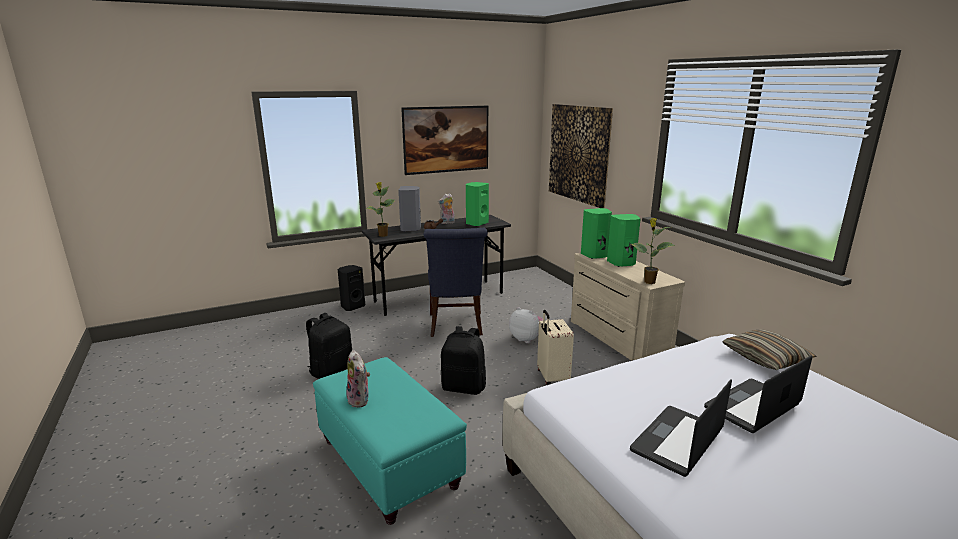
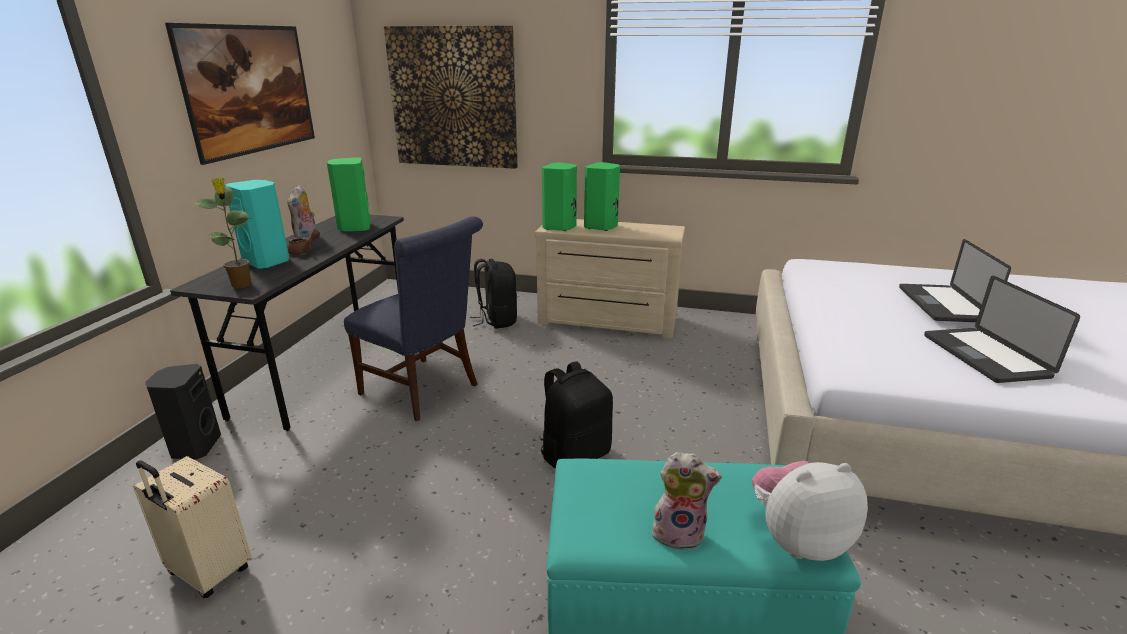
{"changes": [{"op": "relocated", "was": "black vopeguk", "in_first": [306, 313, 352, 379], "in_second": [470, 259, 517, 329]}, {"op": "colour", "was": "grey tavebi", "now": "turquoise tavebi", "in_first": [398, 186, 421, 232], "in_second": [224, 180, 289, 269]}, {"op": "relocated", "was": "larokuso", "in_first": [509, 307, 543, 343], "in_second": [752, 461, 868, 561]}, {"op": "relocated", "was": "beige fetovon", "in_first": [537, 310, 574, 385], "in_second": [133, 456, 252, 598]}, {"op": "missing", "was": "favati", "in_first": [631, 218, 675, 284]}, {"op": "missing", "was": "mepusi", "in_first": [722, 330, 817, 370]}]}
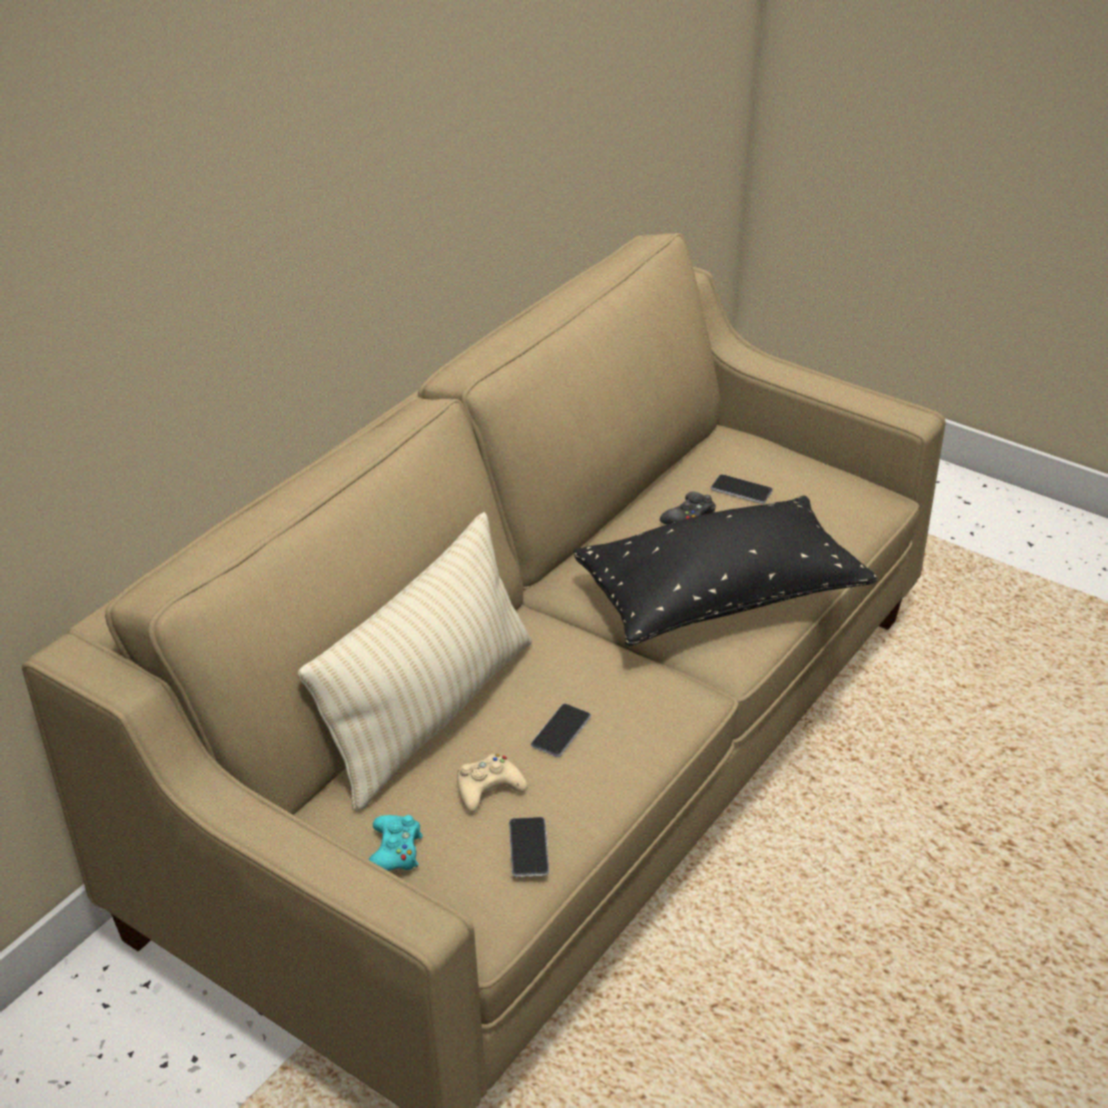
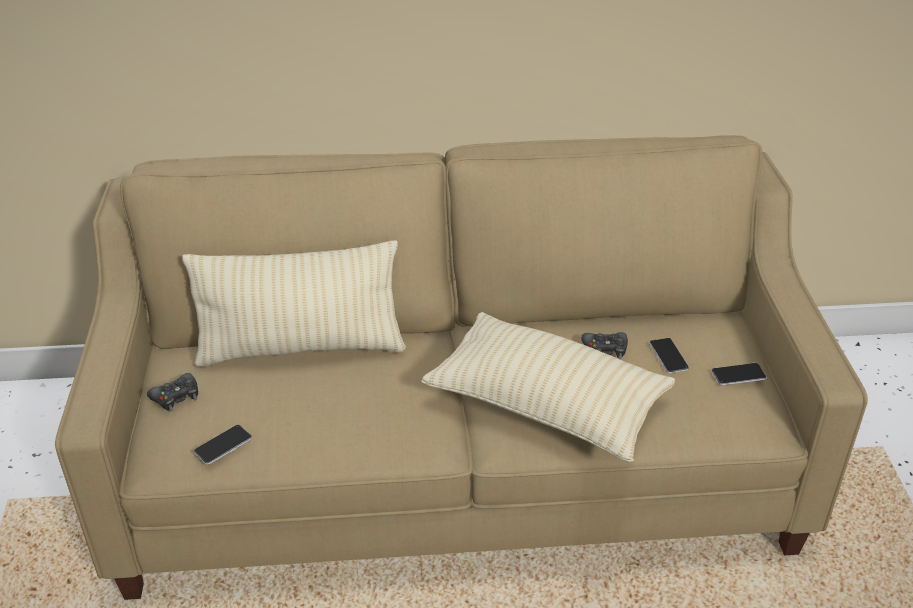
{"changes": [{"op": "colour", "was": "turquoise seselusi", "now": "black seselusi", "in_first": [368, 815, 423, 871], "in_second": [147, 373, 198, 411]}, {"op": "missing", "was": "beige seselusi", "in_first": [457, 754, 527, 812]}, {"op": "relocated", "was": "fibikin", "in_first": [531, 704, 591, 757], "in_second": [711, 363, 767, 386]}, {"op": "colour", "was": "black mepusi", "now": "beige mepusi", "in_first": [573, 495, 877, 646], "in_second": [421, 312, 676, 463]}]}
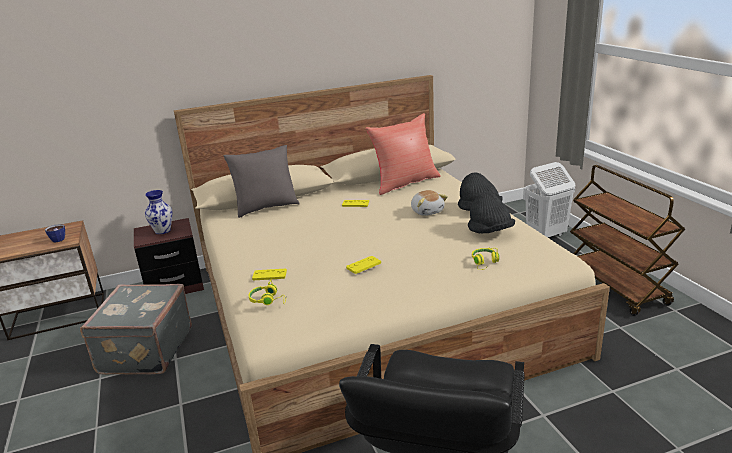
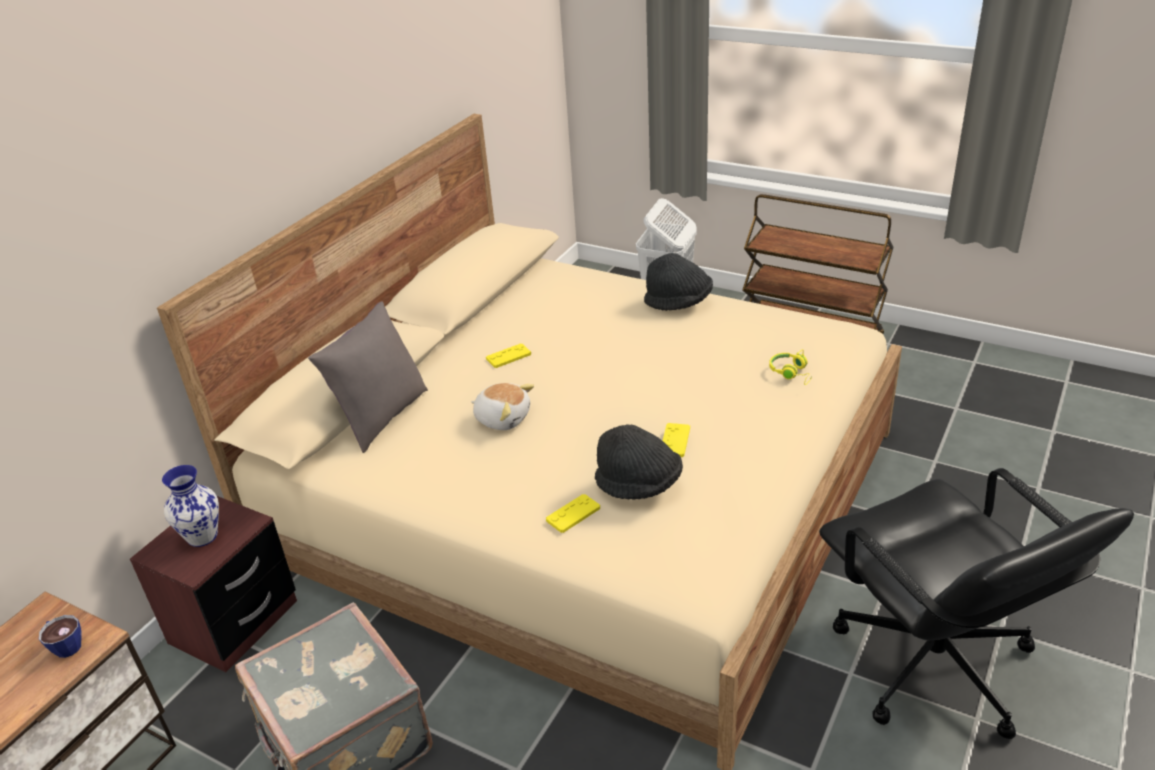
{"changes": [{"op": "missing", "was": "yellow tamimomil", "in_first": [248, 280, 286, 305]}, {"op": "missing", "was": "red mepusi", "in_first": [366, 113, 441, 195]}, {"op": "relocated", "was": "larokuso", "in_first": [411, 190, 448, 216], "in_second": [471, 383, 534, 430]}, {"op": "relocated", "was": "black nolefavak", "in_first": [468, 192, 515, 234], "in_second": [595, 424, 683, 500]}]}
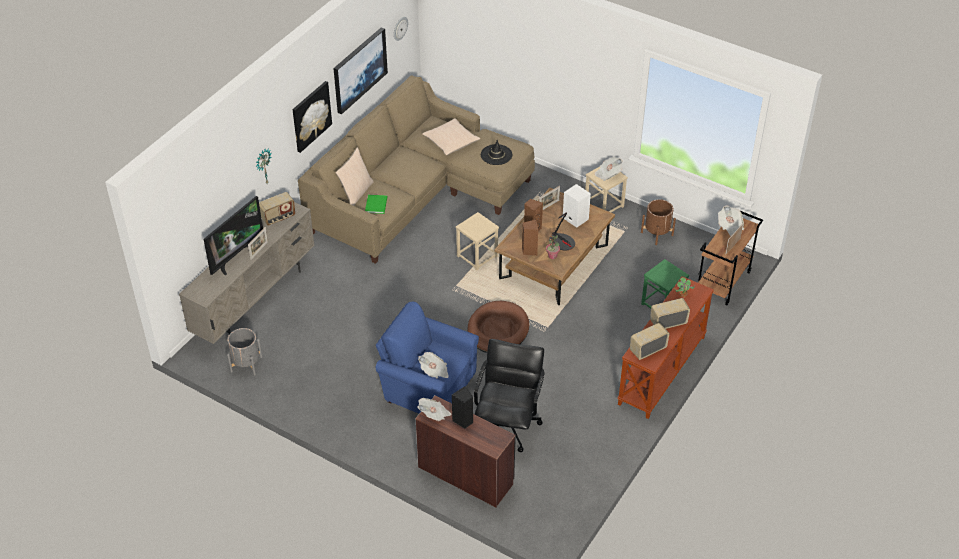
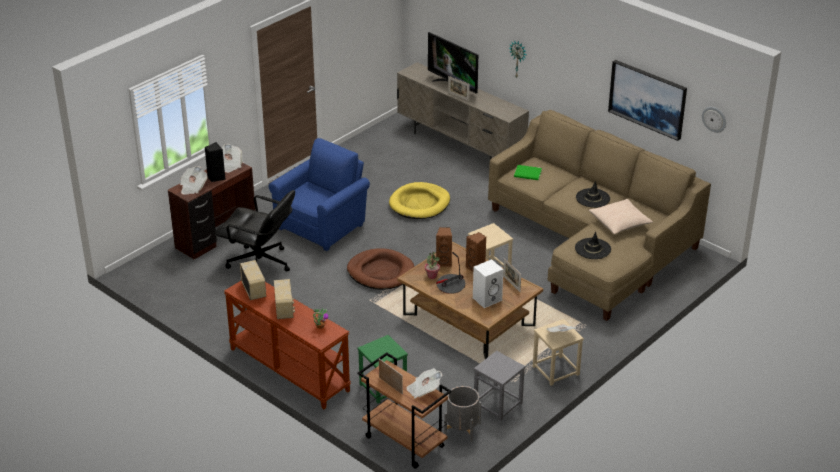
{"changes": [{"op": "relocated", "was": "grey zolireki", "in_first": [227, 328, 262, 376], "in_second": [444, 386, 481, 442]}, {"op": "missing", "was": "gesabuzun", "in_first": [259, 192, 295, 226]}, {"op": "missing", "was": "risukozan", "in_first": [292, 81, 332, 153]}, {"op": "missing", "was": "beige mepusi", "in_first": [336, 147, 374, 206]}, {"op": "relocated", "was": "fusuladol", "in_first": [418, 352, 448, 379], "in_second": [180, 166, 207, 195]}, {"op": "exchanged", "was": "brown zolireki", "now": "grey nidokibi", "in_first": [641, 199, 676, 245], "in_second": [474, 351, 525, 421]}, {"op": "appeared", "now": "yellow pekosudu", "in_second": [389, 182, 450, 219]}, {"op": "appeared", "now": "black nolefavak", "in_second": [576, 181, 610, 208]}]}
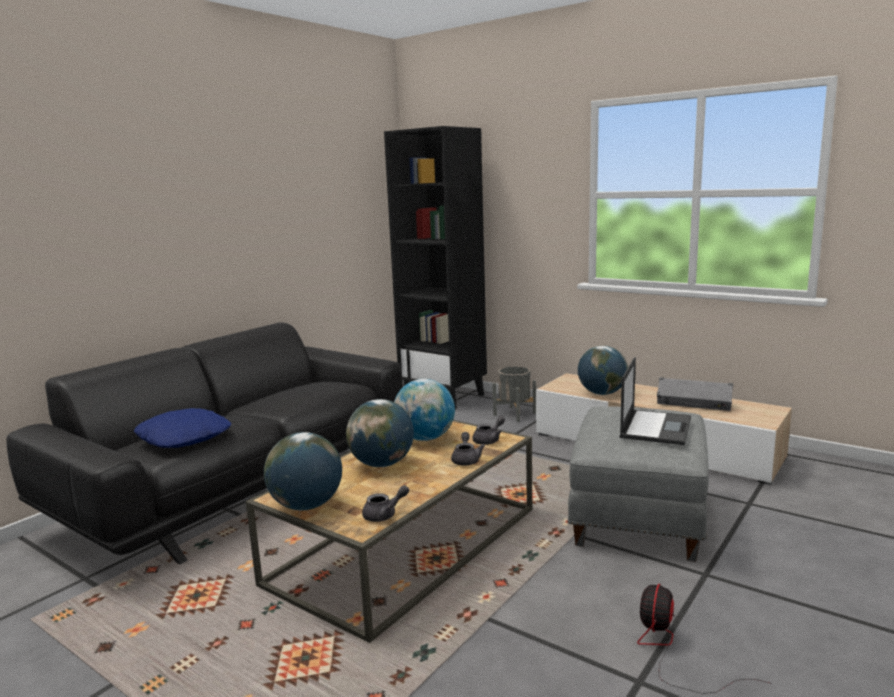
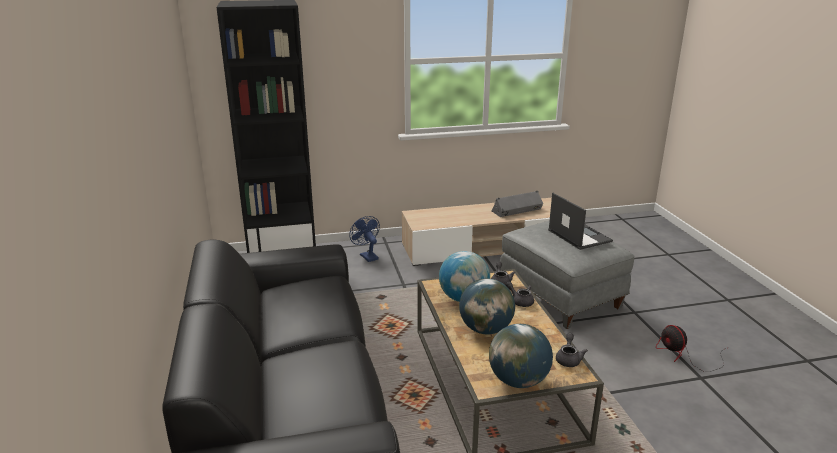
{"changes": [{"op": "missing", "was": "blue mepusi", "in_first": [134, 408, 231, 448]}, {"op": "exchanged", "was": "grey zolireki", "now": "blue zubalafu", "in_first": [493, 366, 536, 422], "in_second": [349, 216, 380, 262]}, {"op": "missing", "was": "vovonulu", "in_first": [578, 346, 628, 395]}]}
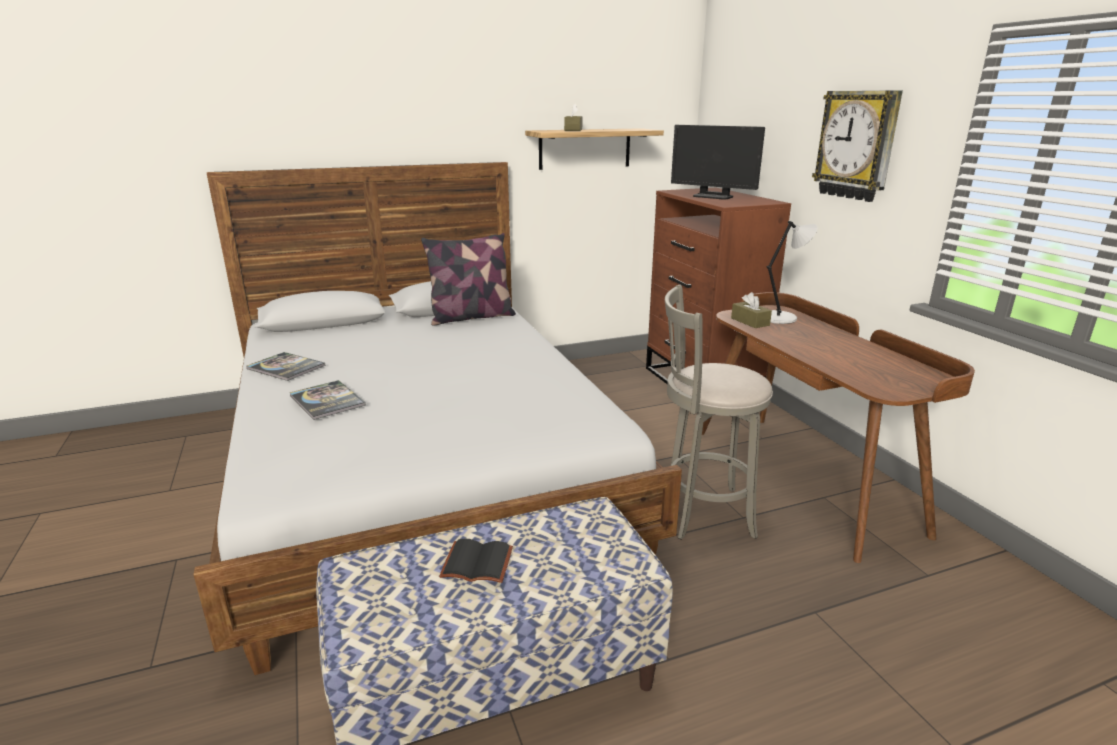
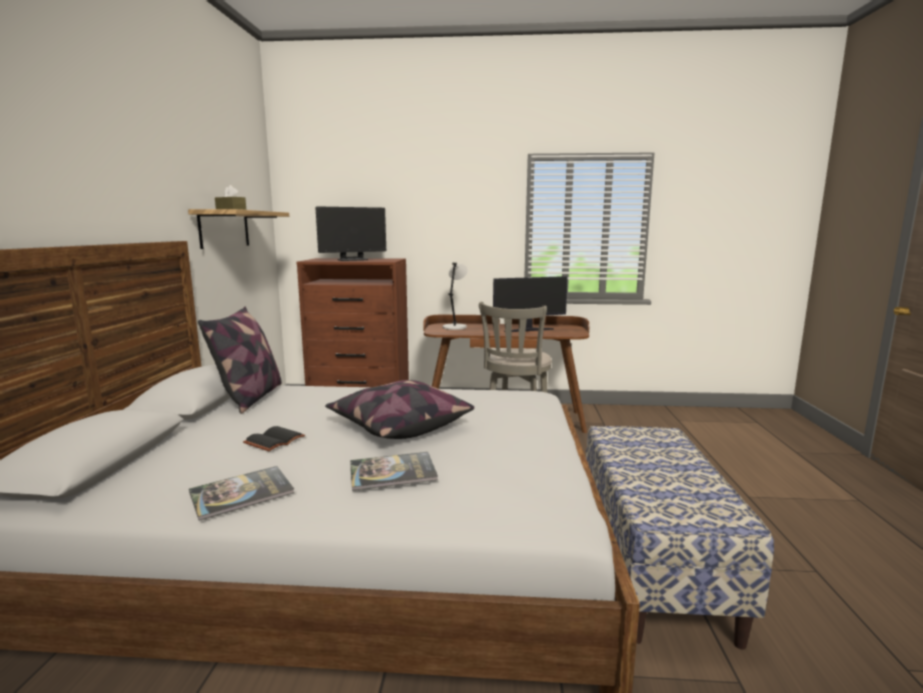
{"changes": [{"op": "relocated", "was": "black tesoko", "in_first": [439, 539, 513, 583], "in_second": [243, 426, 305, 451]}, {"op": "missing", "was": "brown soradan", "in_first": [731, 292, 772, 328]}, {"op": "missing", "was": "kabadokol", "in_first": [812, 90, 903, 202]}, {"op": "appeared", "now": "mepusi", "in_second": [325, 380, 474, 439]}, {"op": "appeared", "now": "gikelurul", "in_second": [493, 276, 567, 332]}]}
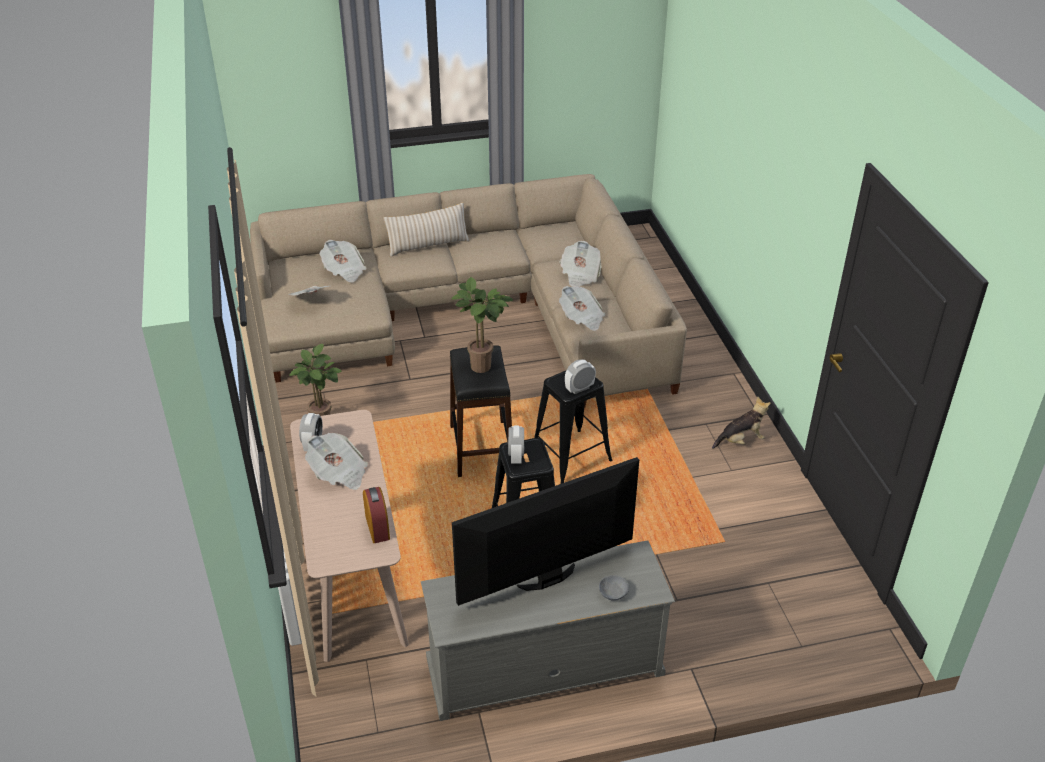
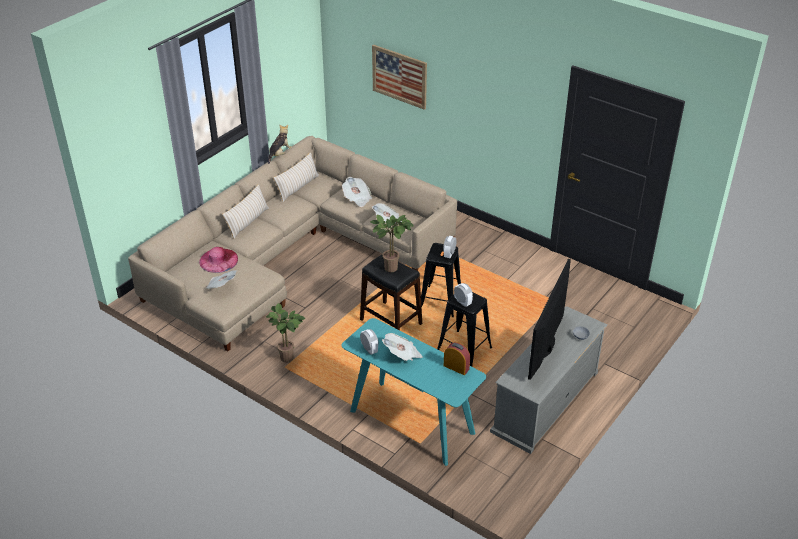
{"changes": [{"op": "colour", "was": "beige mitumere", "now": "turquoise mitumere", "in_first": [290, 410, 409, 662], "in_second": [341, 318, 486, 466]}, {"op": "exchanged", "was": "fusuladol", "now": "pink nolefavak", "in_first": [320, 240, 367, 283], "in_second": [199, 247, 238, 273]}, {"op": "relocated", "was": "larokuso", "in_first": [712, 396, 771, 449], "in_second": [268, 124, 292, 164]}, {"op": "appeared", "now": "beige mepusi", "in_second": [273, 152, 319, 202]}, {"op": "appeared", "now": "risukozan", "in_second": [372, 44, 427, 110]}]}
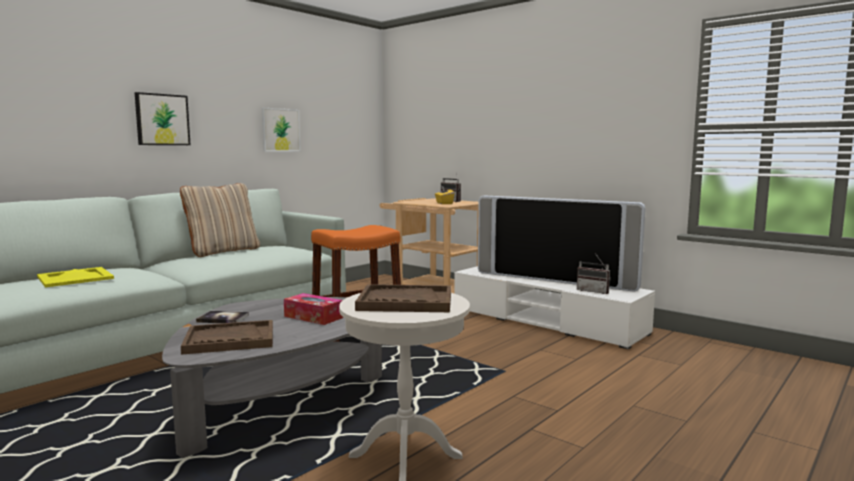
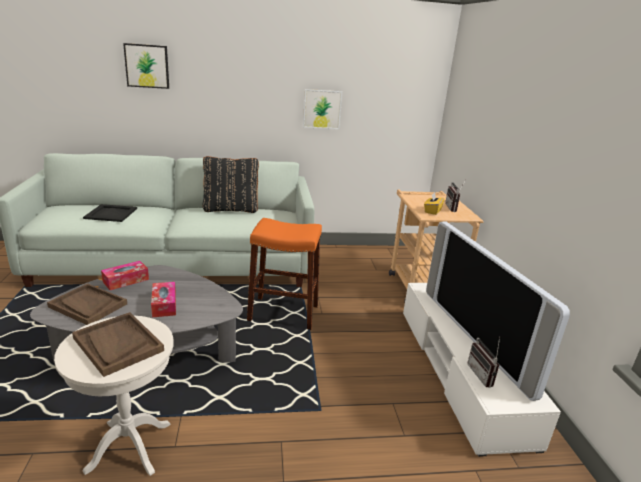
{"changes": [{"op": "colour", "was": "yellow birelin", "now": "black birelin", "in_first": [37, 267, 114, 287], "in_second": [83, 204, 137, 222]}, {"op": "relocated", "was": "risukozan", "in_first": [135, 92, 191, 145], "in_second": [123, 43, 169, 89]}, {"op": "colour", "was": "beige mepusi", "now": "black mepusi", "in_first": [180, 183, 260, 257], "in_second": [202, 156, 259, 213]}, {"op": "exchanged", "was": "tesoko", "now": "soradan", "in_first": [196, 311, 249, 323], "in_second": [101, 261, 149, 290]}]}
